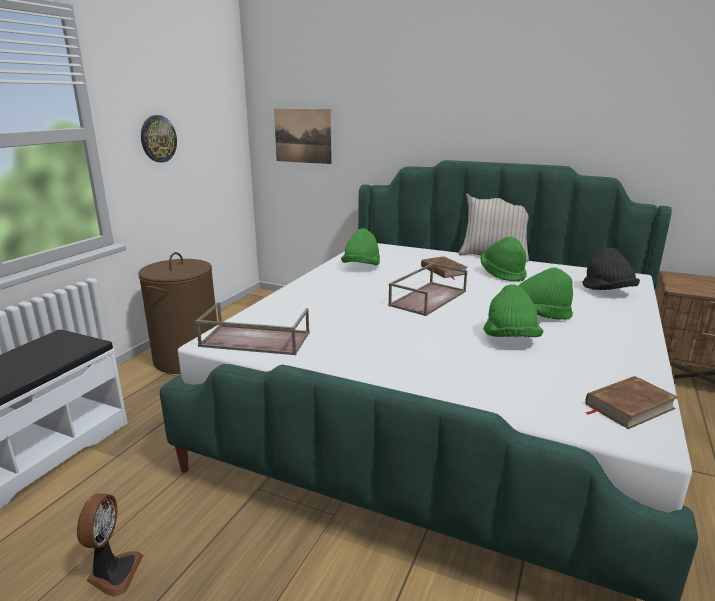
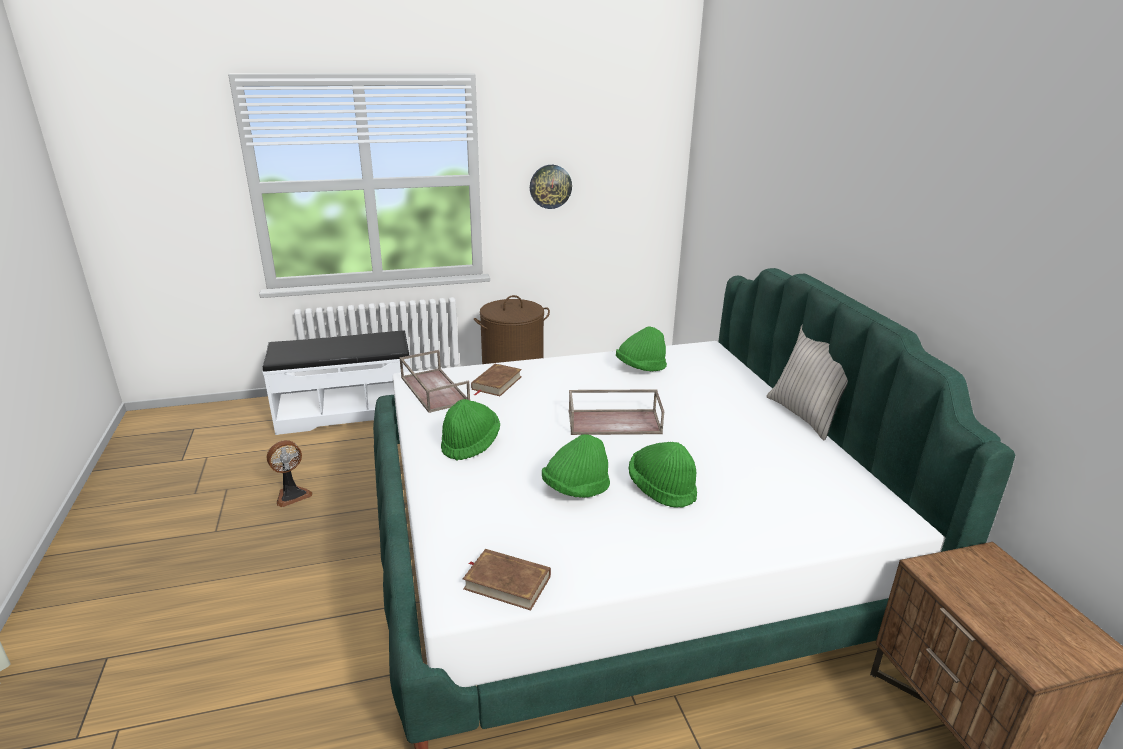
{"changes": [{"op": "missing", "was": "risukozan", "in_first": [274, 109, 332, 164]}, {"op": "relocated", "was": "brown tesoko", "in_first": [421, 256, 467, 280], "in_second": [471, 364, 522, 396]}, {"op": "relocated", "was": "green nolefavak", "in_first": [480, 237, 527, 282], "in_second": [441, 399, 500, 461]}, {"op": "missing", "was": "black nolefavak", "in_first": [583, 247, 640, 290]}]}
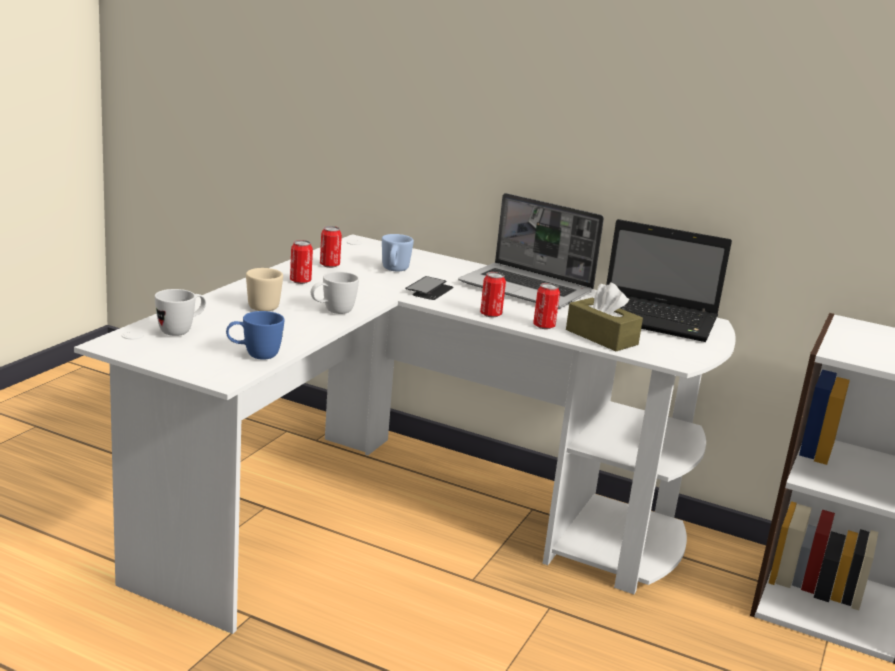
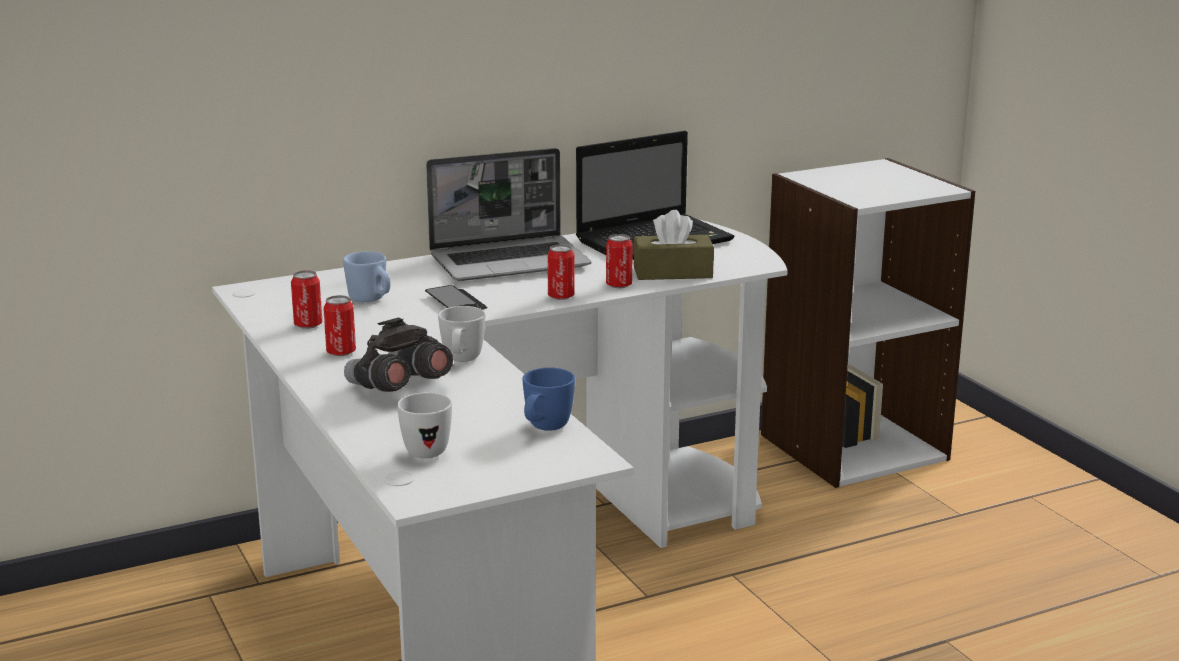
{"changes": [{"op": "exchanged", "was": "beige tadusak", "now": "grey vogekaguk", "in_first": [246, 268, 283, 311], "in_second": [344, 318, 453, 392]}]}
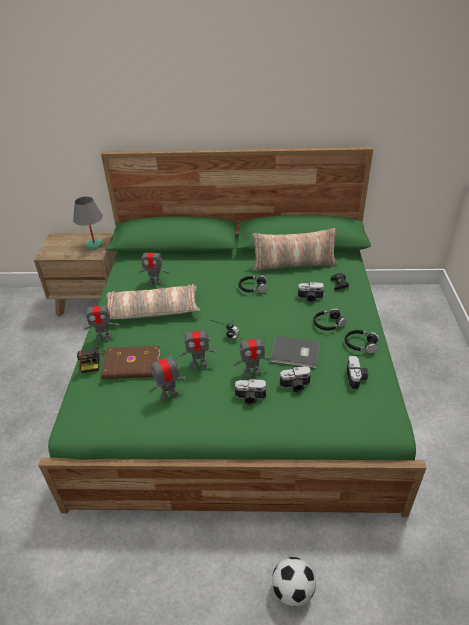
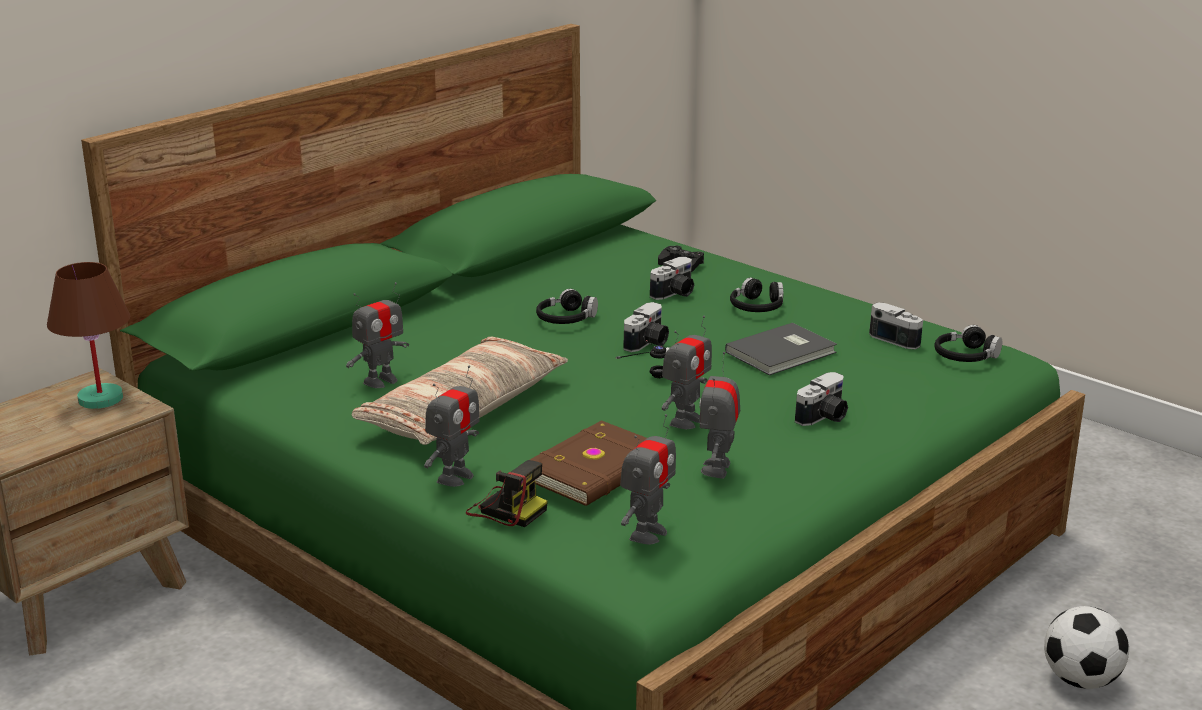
{"changes": [{"op": "colour", "was": "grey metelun", "now": "brown metelun", "in_first": [73, 197, 103, 249], "in_second": [47, 262, 130, 409]}, {"op": "relocated", "was": "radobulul", "in_first": [233, 334, 271, 378], "in_second": [620, 414, 676, 545]}, {"op": "missing", "was": "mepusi", "in_first": [252, 228, 338, 271]}, {"op": "relocated", "was": "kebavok", "in_first": [280, 366, 311, 392], "in_second": [623, 302, 669, 352]}, {"op": "relocated", "was": "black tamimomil", "in_first": [345, 330, 379, 353], "in_second": [934, 325, 1002, 362]}]}
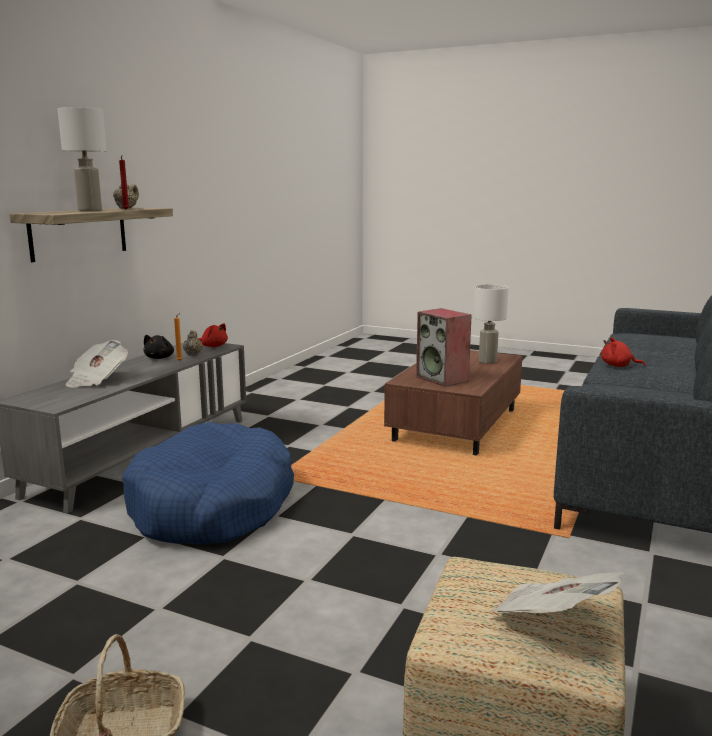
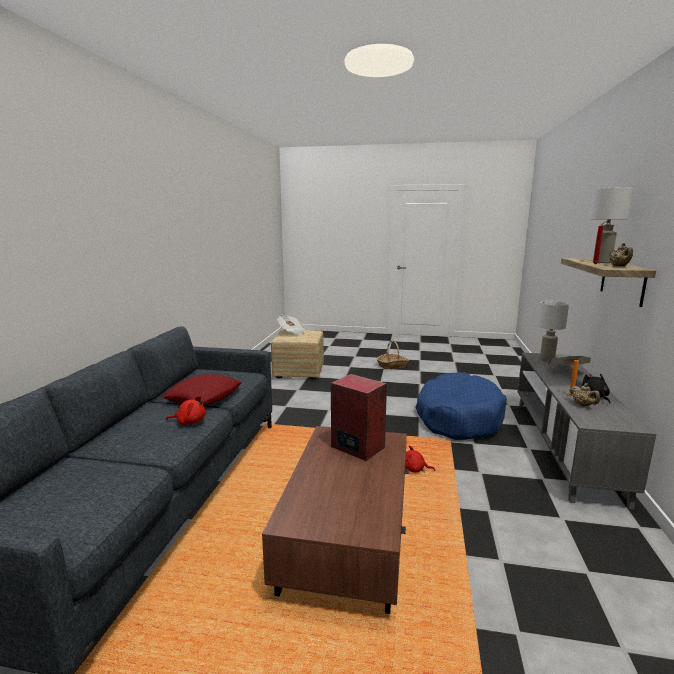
{"changes": [{"op": "relocated", "was": "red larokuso", "in_first": [198, 323, 228, 347], "in_second": [405, 445, 435, 473]}, {"op": "relocated", "was": "white metelun", "in_first": [473, 284, 509, 364], "in_second": [538, 301, 569, 362]}, {"op": "appeared", "now": "red mepusi", "in_second": [162, 374, 242, 406]}]}
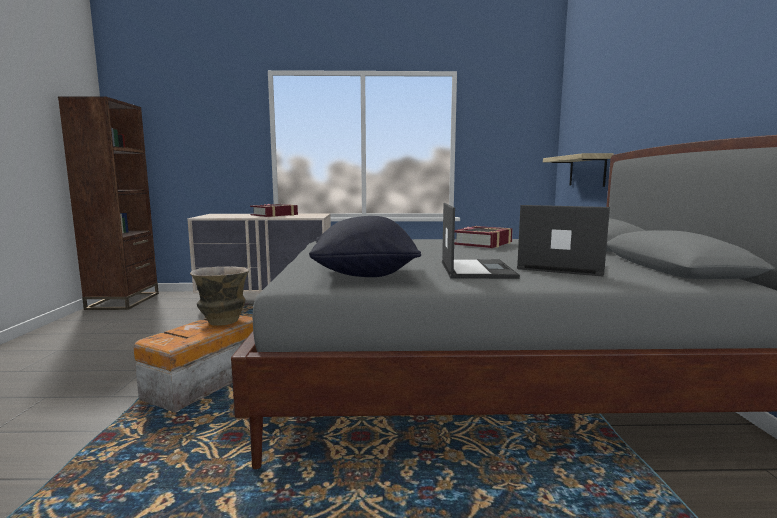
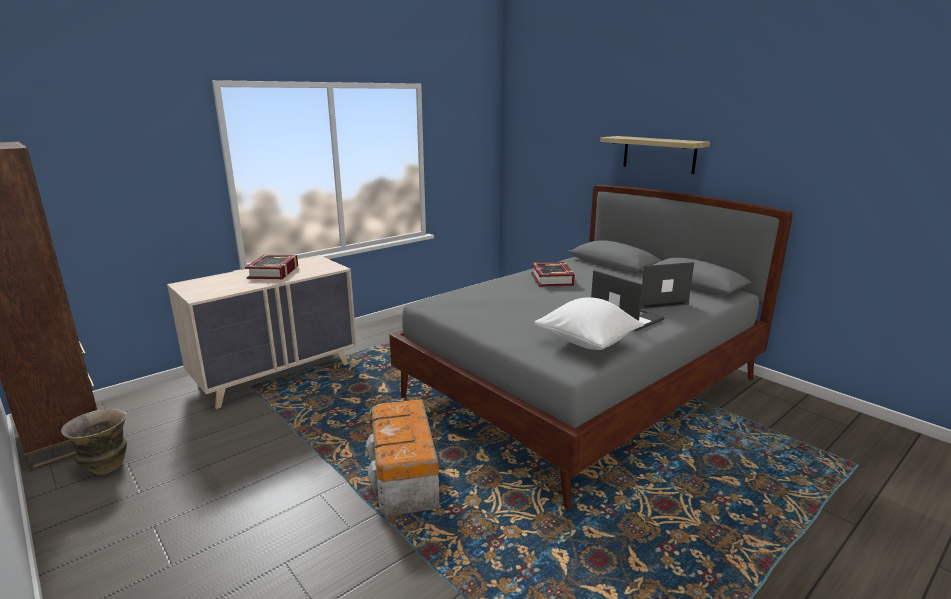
{"changes": [{"op": "relocated", "was": "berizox", "in_first": [190, 267, 249, 326], "in_second": [61, 409, 127, 475]}, {"op": "colour", "was": "black mepusi", "now": "white mepusi", "in_first": [309, 216, 421, 277], "in_second": [534, 297, 644, 350]}, {"op": "relocated", "was": "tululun", "in_first": [543, 153, 614, 187], "in_second": [600, 136, 710, 174]}]}
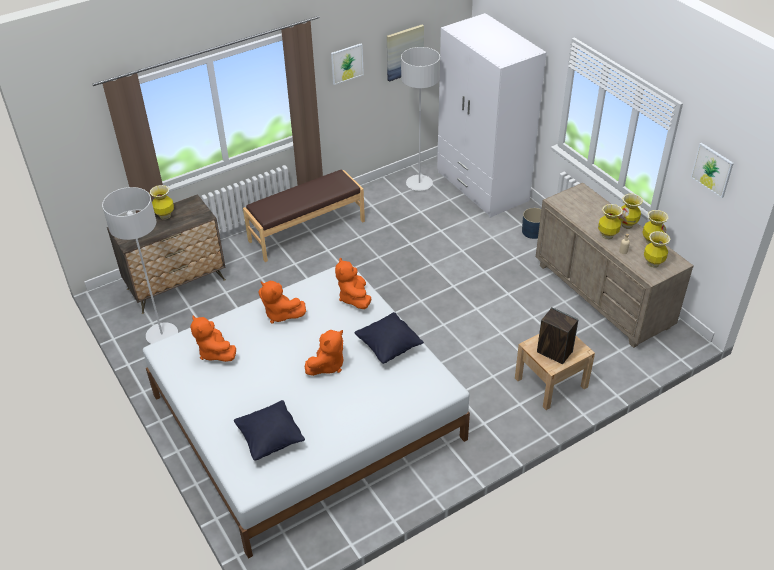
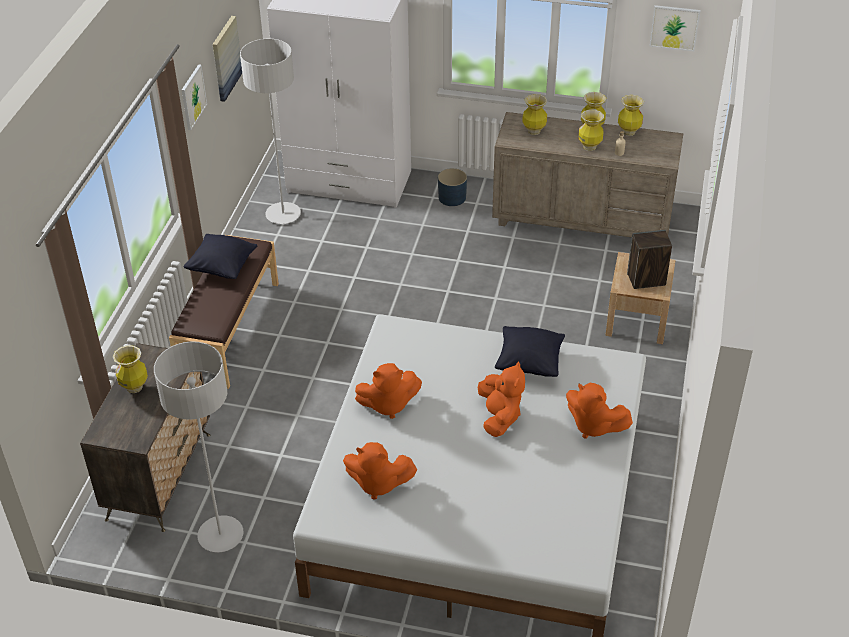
{"changes": [{"op": "relocated", "was": "black mepusi", "in_first": [234, 400, 305, 461], "in_second": [184, 234, 258, 279]}, {"op": "relocated", "was": "orange larokuso", "in_first": [335, 257, 372, 309], "in_second": [566, 383, 633, 439]}, {"op": "relocated", "was": "berizox", "in_first": [644, 231, 671, 268], "in_second": [522, 94, 547, 135]}]}
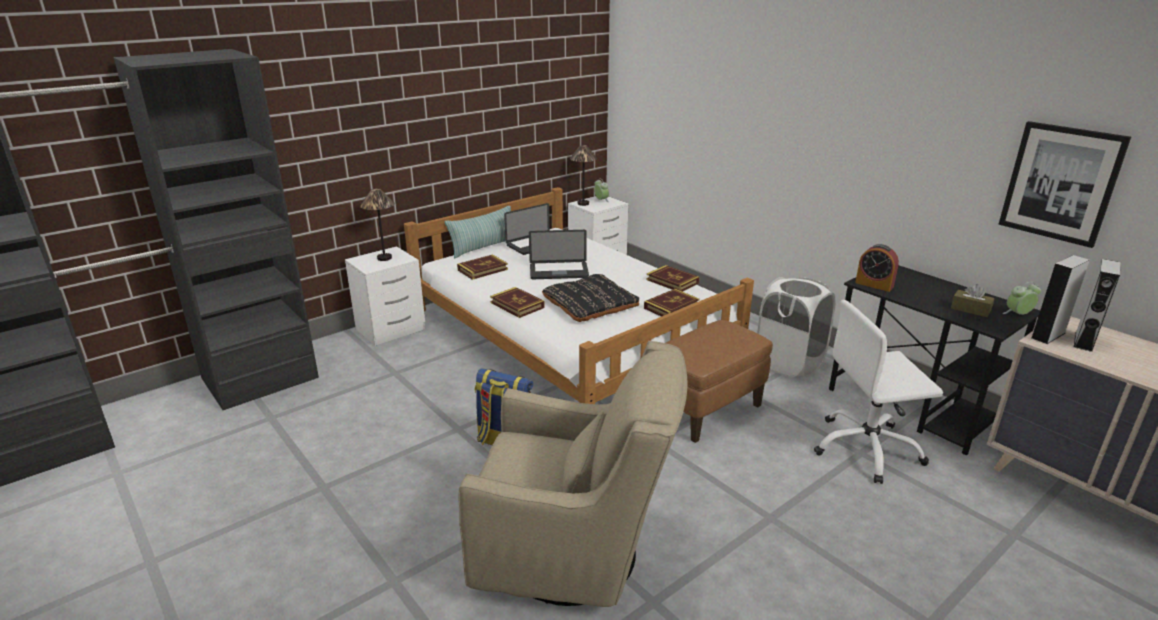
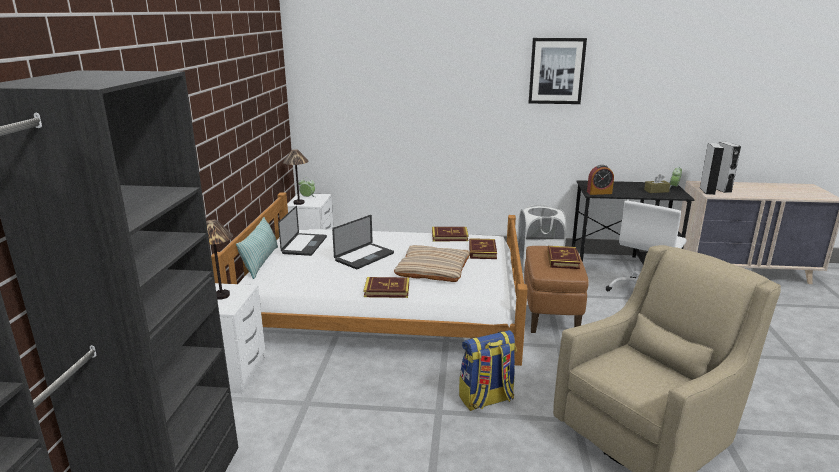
{"changes": [{"op": "relocated", "was": "tesoko", "in_first": [457, 255, 508, 280], "in_second": [547, 246, 581, 269]}, {"op": "colour", "was": "black mepusi", "now": "beige mepusi", "in_first": [542, 274, 639, 322], "in_second": [394, 245, 470, 282]}, {"op": "relocated", "was": "risukozan", "in_first": [999, 121, 1131, 248], "in_second": [528, 38, 587, 104]}]}
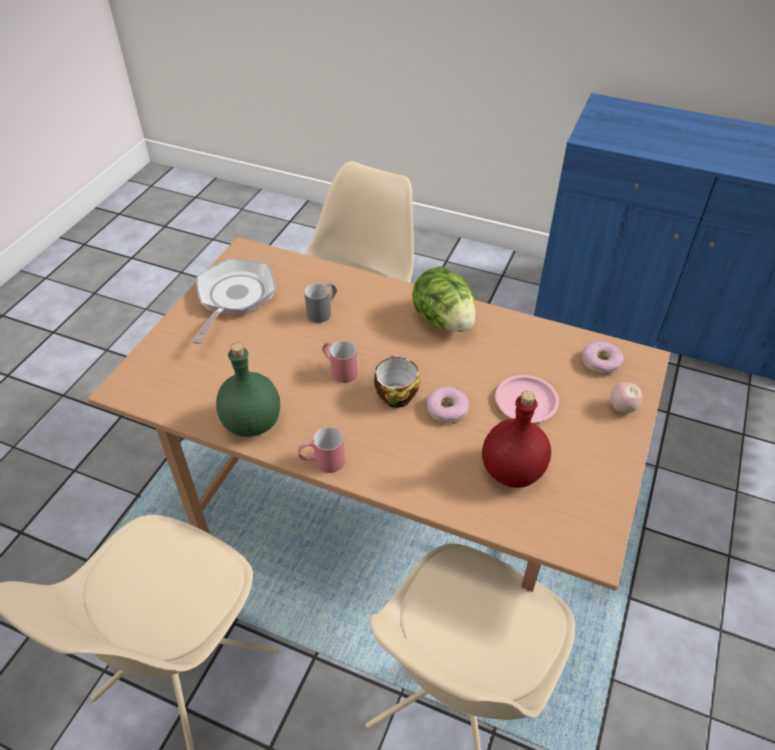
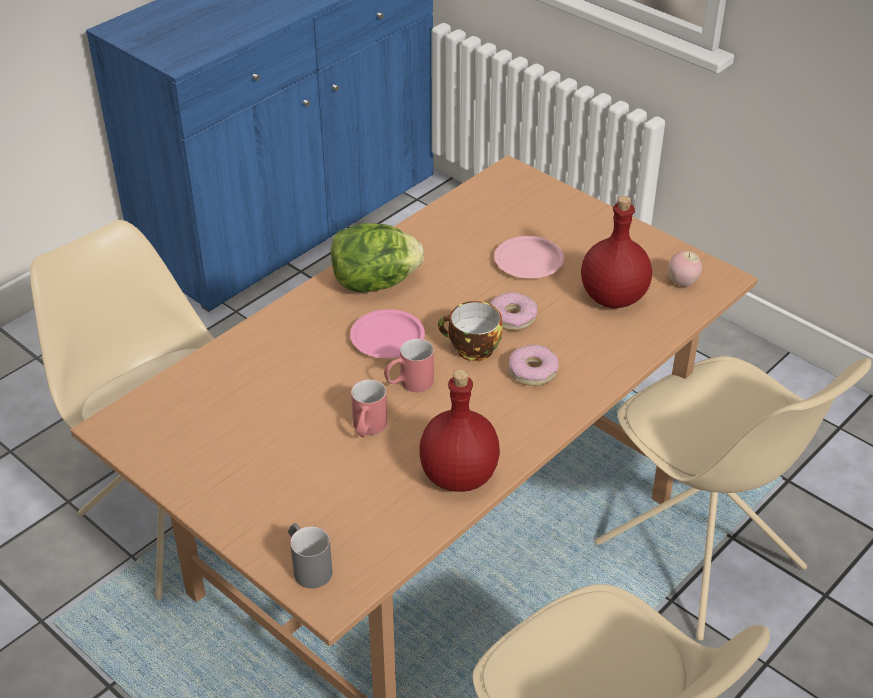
{"changes": [{"op": "missing", "was": "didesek", "in_first": [191, 258, 276, 344]}, {"op": "colour", "was": "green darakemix", "now": "red darakemix", "in_first": [216, 342, 280, 437], "in_second": [419, 369, 500, 492]}, {"op": "relocated", "was": "red tadusak", "in_first": [298, 427, 345, 473], "in_second": [351, 379, 387, 437]}, {"op": "relocated", "was": "grey tadusak", "in_first": [304, 283, 337, 323], "in_second": [288, 523, 332, 588]}, {"op": "relocated", "was": "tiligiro", "in_first": [582, 341, 624, 374], "in_second": [509, 344, 559, 386]}, {"op": "relocated", "was": "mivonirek", "in_first": [610, 382, 642, 413], "in_second": [668, 251, 702, 287]}, {"op": "appeared", "now": "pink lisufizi", "in_second": [350, 309, 425, 358]}]}
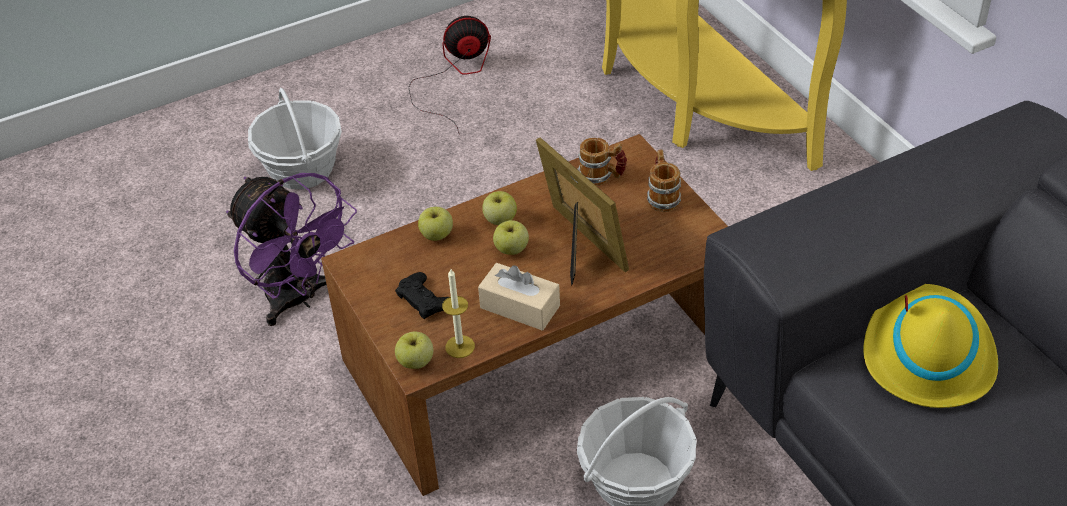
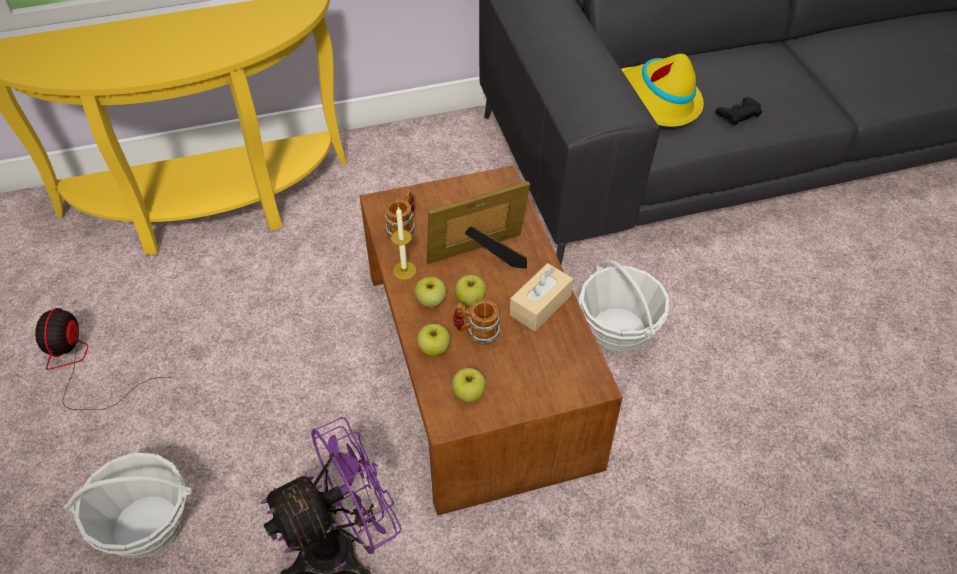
{"changes": [{"op": "relocated", "was": "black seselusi", "in_first": [395, 272, 449, 319], "in_second": [715, 97, 763, 125]}, {"op": "relocated", "was": "mivonirek", "in_first": [395, 332, 433, 369], "in_second": [452, 368, 486, 402]}, {"op": "relocated", "was": "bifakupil", "in_first": [442, 269, 475, 358], "in_second": [391, 206, 417, 280]}, {"op": "relocated", "was": "tadusak", "in_first": [647, 149, 681, 212], "in_second": [453, 300, 501, 345]}]}
